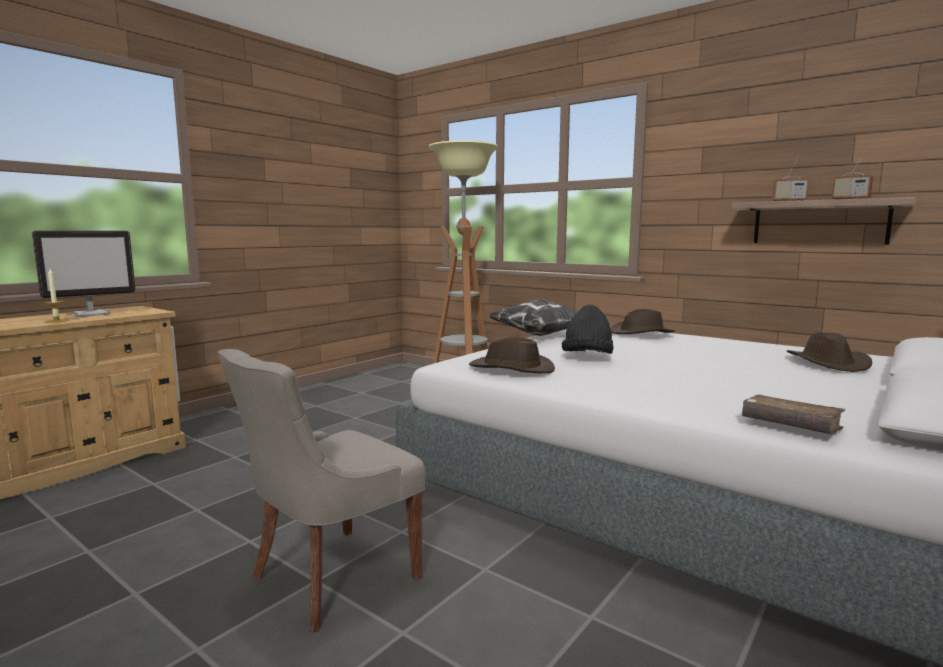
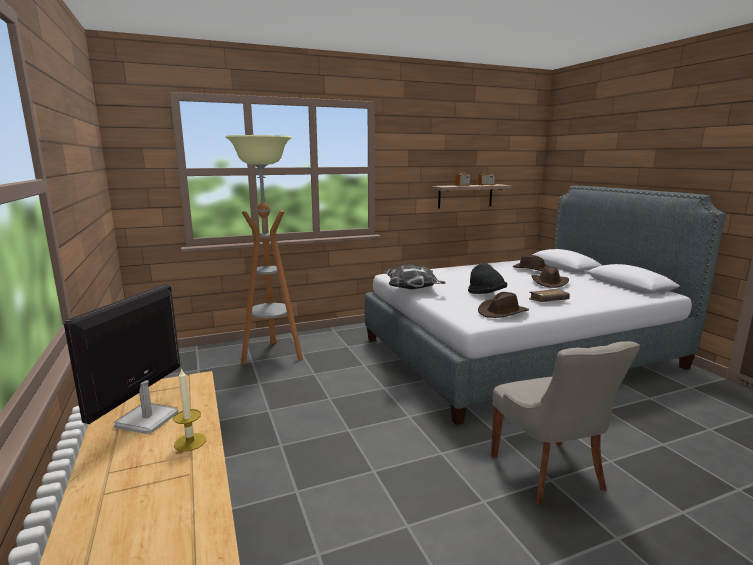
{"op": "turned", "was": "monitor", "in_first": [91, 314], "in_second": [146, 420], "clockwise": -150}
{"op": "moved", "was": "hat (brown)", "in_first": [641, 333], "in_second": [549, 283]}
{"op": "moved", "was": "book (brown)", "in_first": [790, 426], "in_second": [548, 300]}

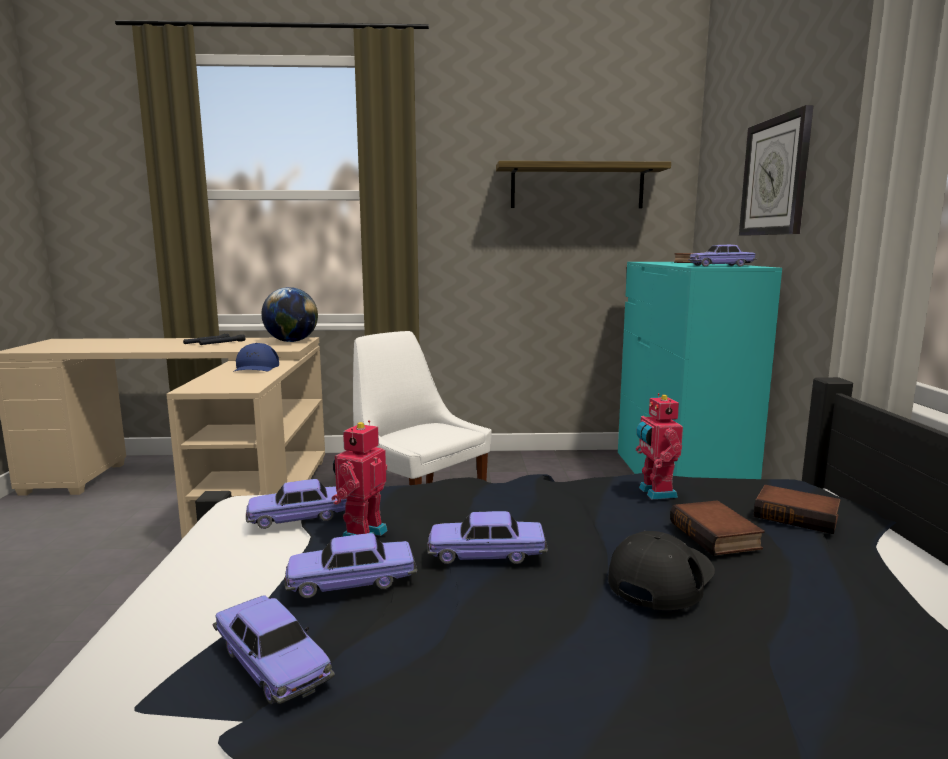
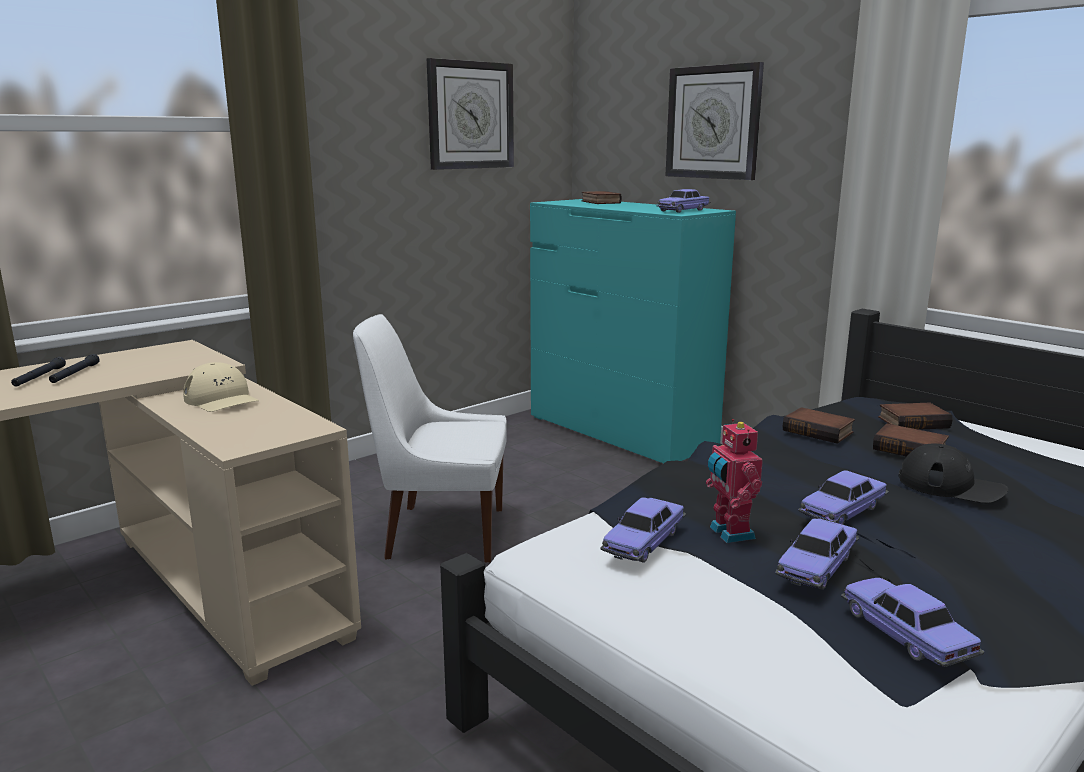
{"op": "turned", "was": "toy car", "in_first": [272, 663], "in_second": [905, 634], "clockwise": -120}
{"op": "recoloured", "was": "cap (blue)", "now": "cap (beige)", "in_first": [256, 368], "in_second": [222, 400]}
{"op": "removed", "was": "globe", "in_first": [291, 341]}
{"op": "replaced", "was": "shelf", "now": "wall clock", "in_first": [577, 187], "in_second": [470, 115]}
{"op": "turned", "was": "cap (black)", "in_first": [662, 578], "in_second": [951, 486], "clockwise": 120}
{"op": "replaced", "was": "toy robot", "now": "book", "in_first": [655, 492], "in_second": [819, 431]}

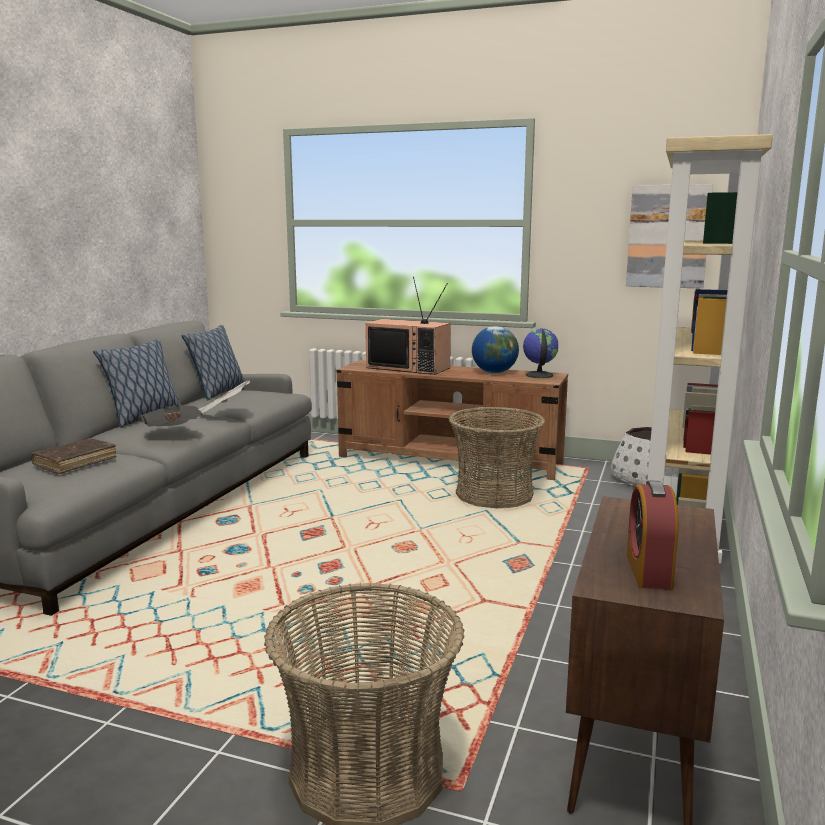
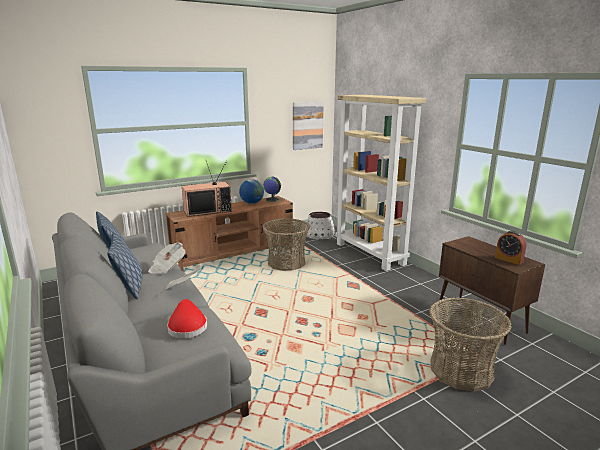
{"op": "replaced", "was": "book (brown)", "now": "hat (red)", "in_first": [75, 463], "in_second": [187, 326]}

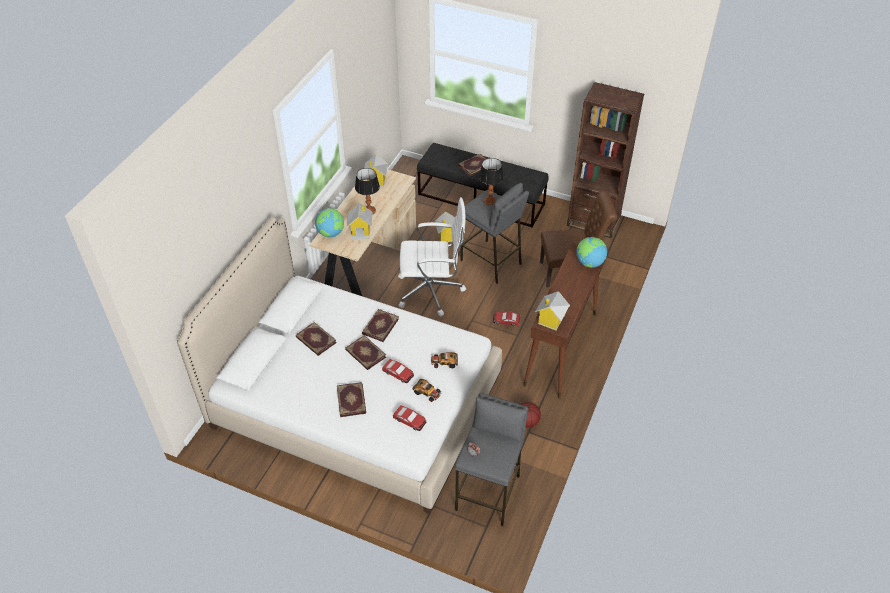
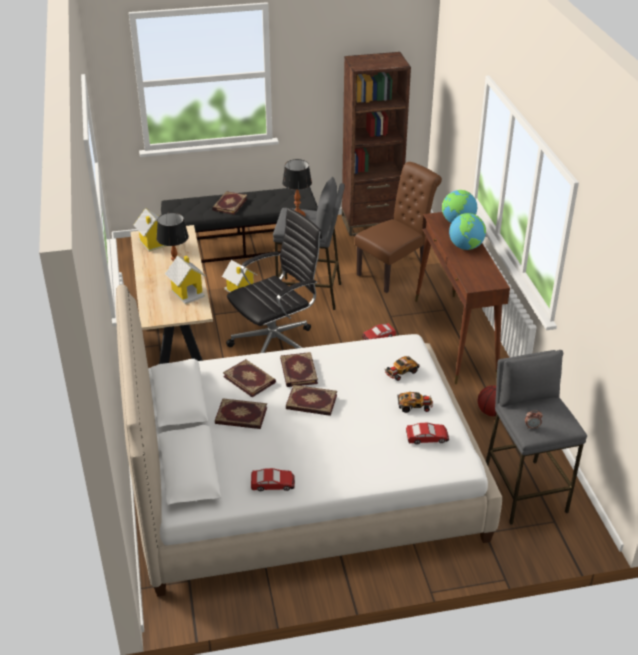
{"op": "moved", "was": "globe", "in_first": [331, 233], "in_second": [466, 247]}
{"op": "moved", "was": "book", "in_first": [352, 400], "in_second": [250, 379]}
{"op": "moved", "was": "toy car", "in_first": [398, 373], "in_second": [273, 484]}
{"op": "recoloured", "was": "office chair (white)", "now": "office chair (black)", "in_first": [432, 291], "in_second": [276, 344]}
{"op": "removed", "was": "toy house", "in_first": [550, 320]}

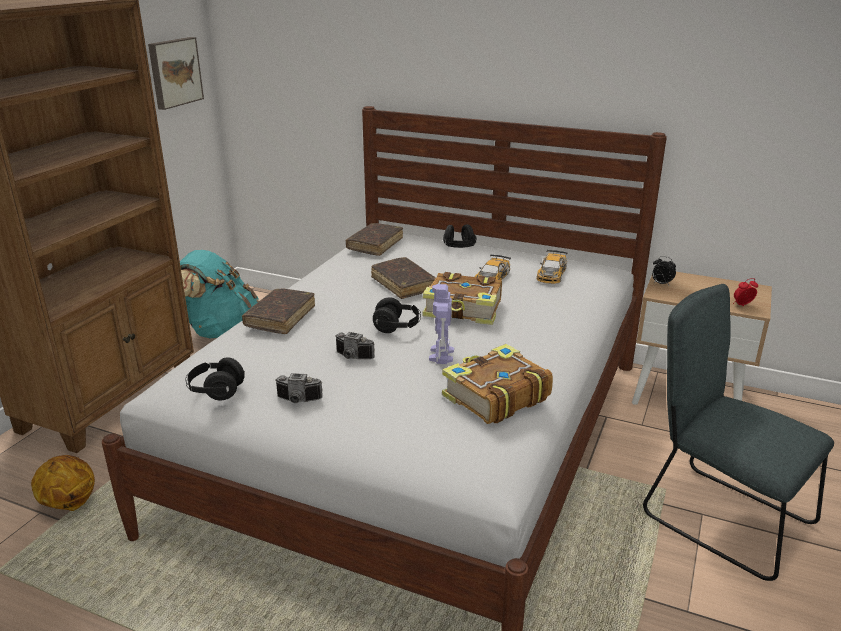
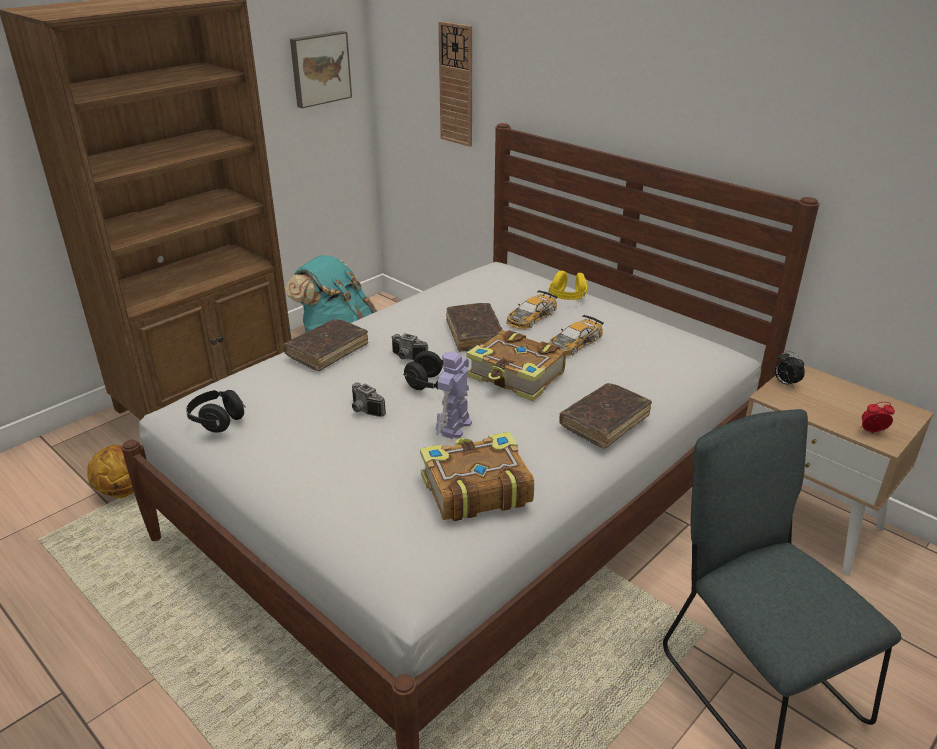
{"op": "moved", "was": "photo camera", "in_first": [298, 401], "in_second": [407, 358]}
{"op": "moved", "was": "book (brown)", "in_first": [375, 245], "in_second": [604, 422]}
{"op": "recoloured", "was": "headphones (black)", "now": "headphones (yellow)", "in_first": [459, 248], "in_second": [567, 298]}
{"op": "moved", "was": "toy car", "in_first": [551, 273], "in_second": [531, 317]}
{"op": "added", "now": "wall clock", "in_second": [456, 84]}

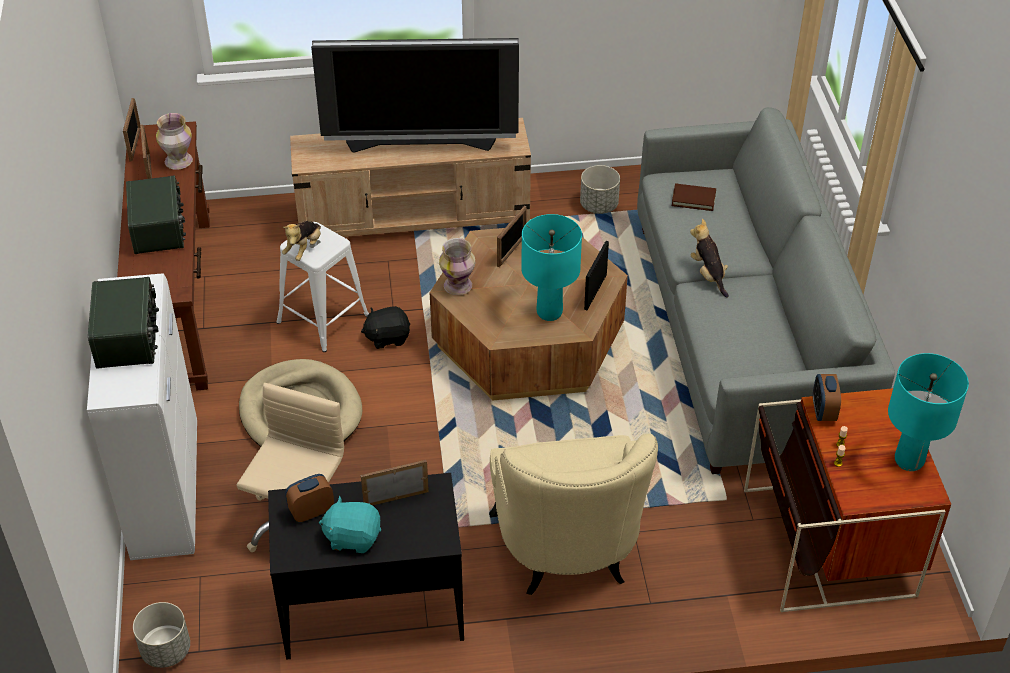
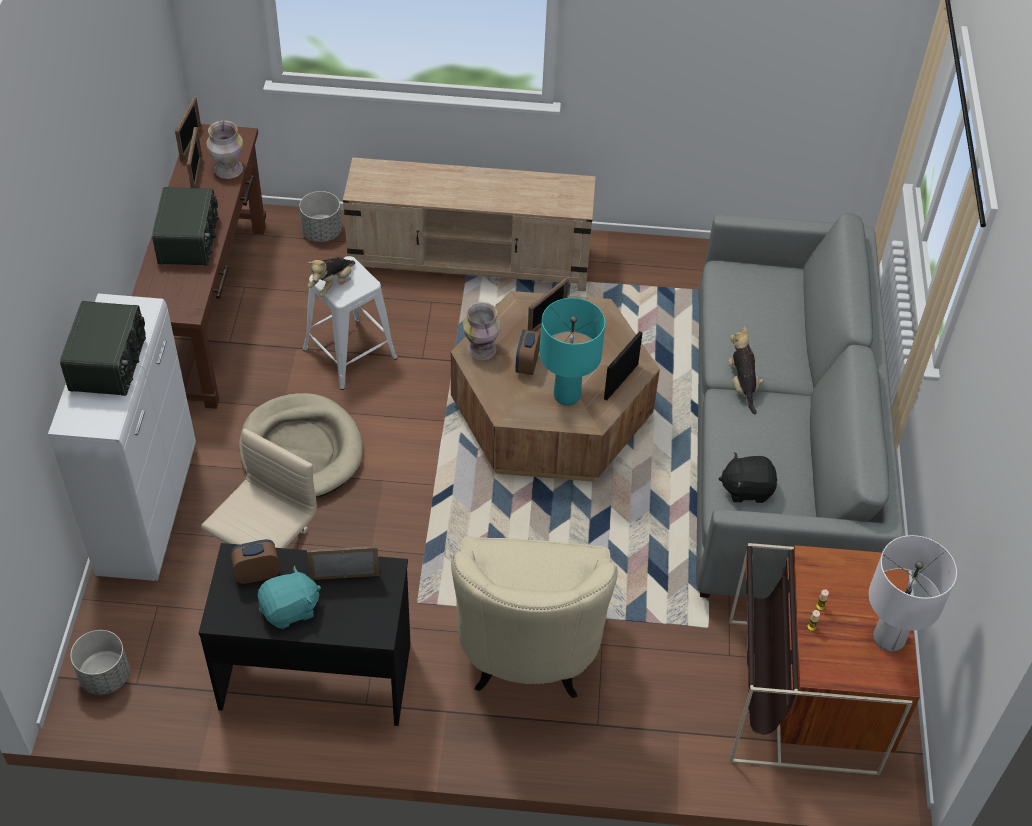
{"op": "removed", "was": "television", "in_first": [421, 143]}
{"op": "turned", "was": "plush toy (turquoise)", "in_first": [352, 537], "in_second": [290, 610], "clockwise": 135}
{"op": "moved", "was": "plush toy (black)", "in_first": [387, 337], "in_second": [747, 489]}
{"op": "moved", "was": "planter (grey)", "in_first": [599, 205], "in_second": [322, 232]}
{"op": "removed", "was": "book (brown)", "in_first": [693, 199]}
{"op": "moved", "was": "alarm clock", "in_first": [823, 411], "in_second": [527, 365]}
{"op": "recoloured", "was": "table lamp (turquoise)", "now": "table lamp (white)", "in_first": [908, 460], "in_second": [888, 638]}

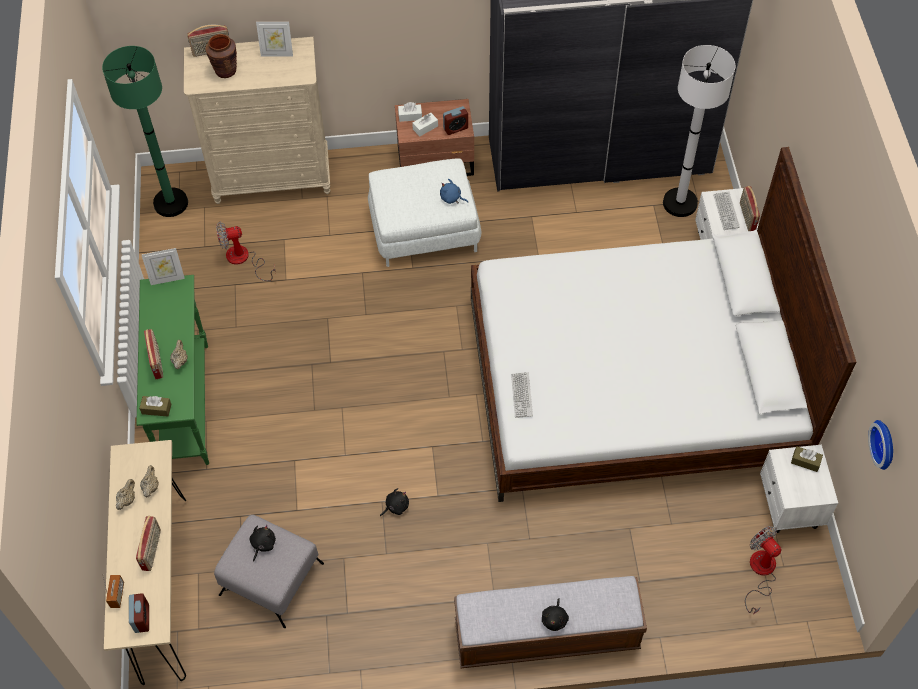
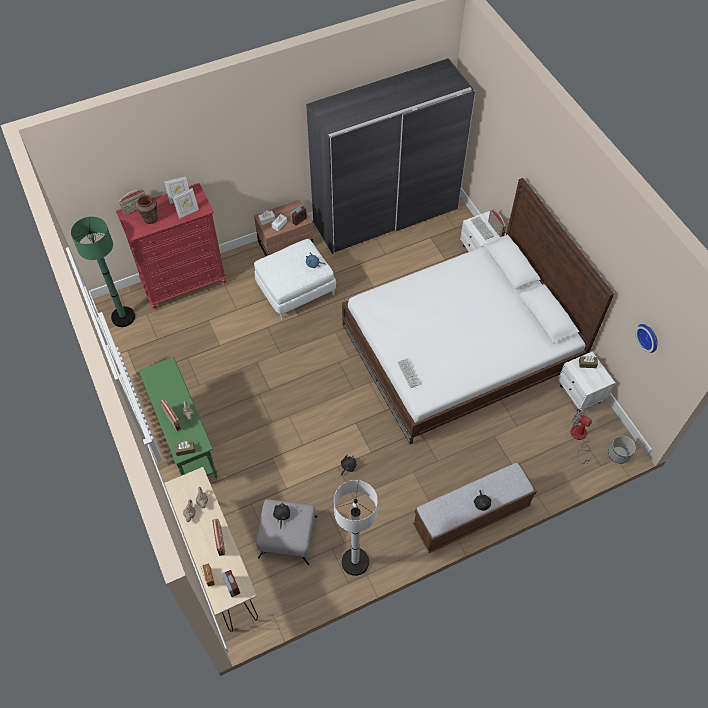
{"op": "moved", "was": "picture frame", "in_first": [167, 279], "in_second": [188, 212]}
{"op": "recoloured", "was": "dresser (beige)", "now": "dresser (red)", "in_first": [272, 178], "in_second": [184, 283]}
{"op": "removed", "was": "fan", "in_first": [243, 259]}
{"op": "moved", "was": "floor lamp (white)", "in_first": [680, 203], "in_second": [355, 562]}
{"op": "added", "now": "planter", "in_second": [618, 454]}

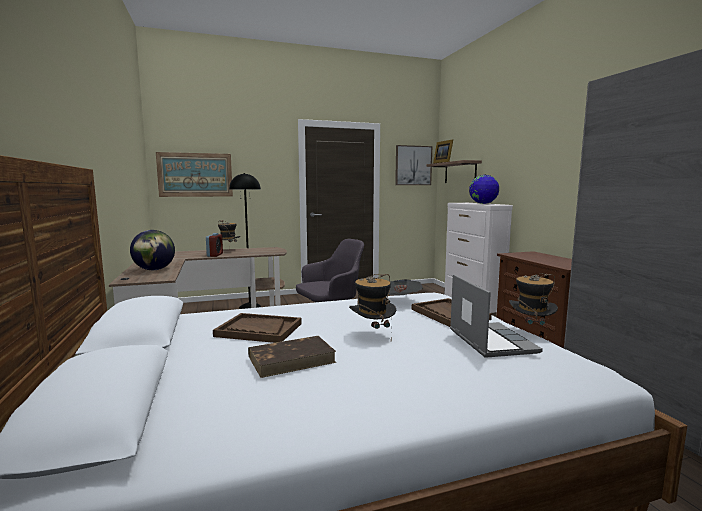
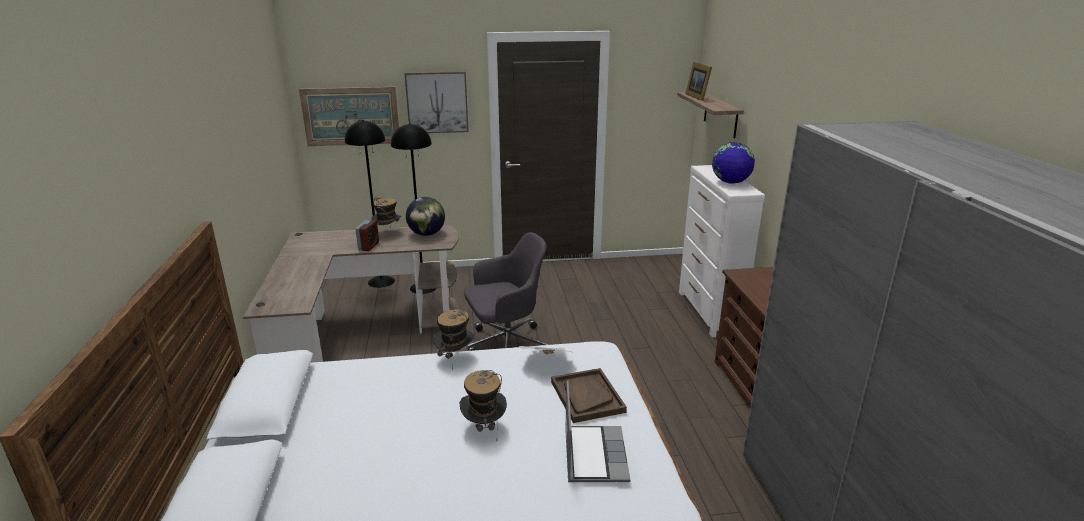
{"op": "moved", "was": "globe", "in_first": [154, 270], "in_second": [426, 234]}
{"op": "removed", "was": "tray (brown)", "in_first": [259, 330]}
{"op": "removed", "was": "book (brown)", "in_first": [292, 359]}
{"op": "moved", "was": "picture", "in_first": [413, 165], "in_second": [437, 102]}
{"op": "moved", "was": "hat", "in_first": [530, 331], "in_second": [455, 358]}
{"op": "added", "now": "floor lamp (black)", "in_second": [381, 281]}

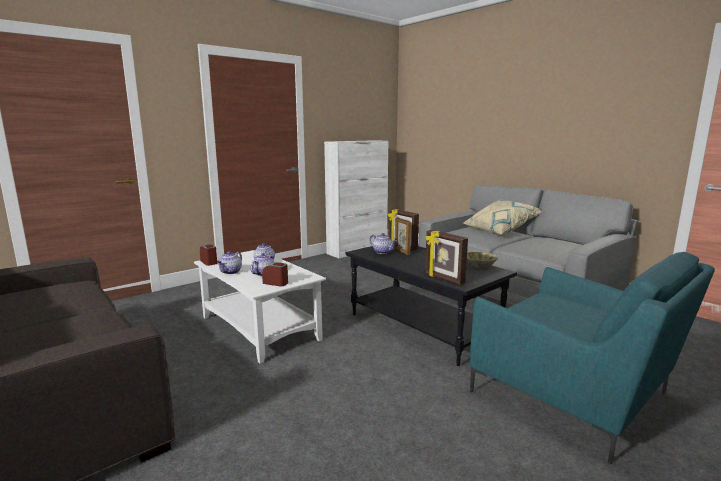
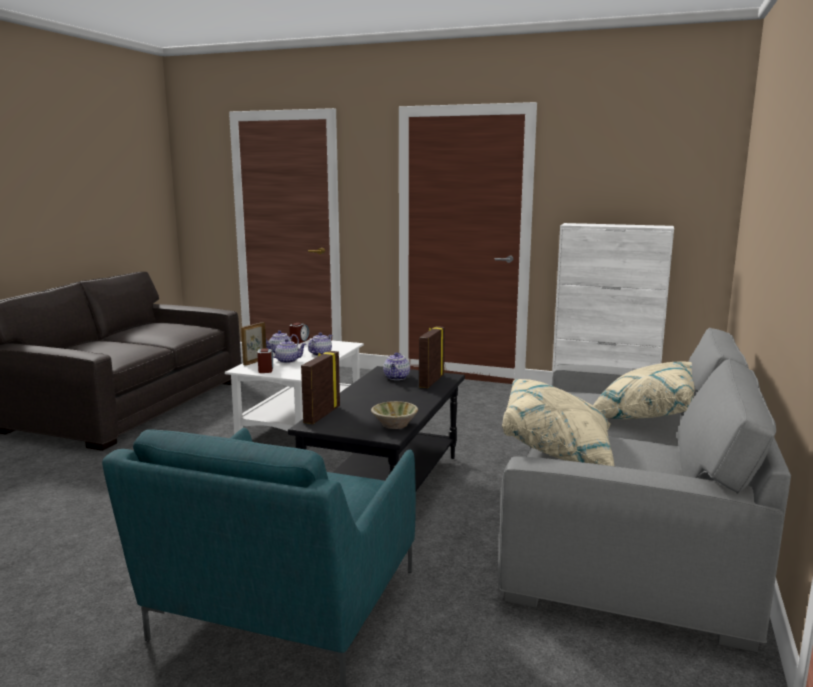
{"op": "moved", "was": "picture frame", "in_first": [401, 252], "in_second": [254, 362]}
{"op": "added", "now": "pillow (beige)", "in_second": [558, 449]}

